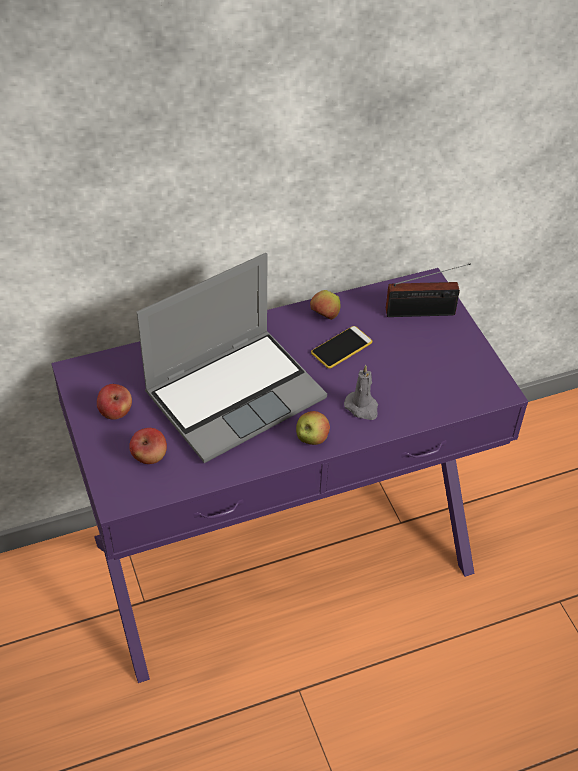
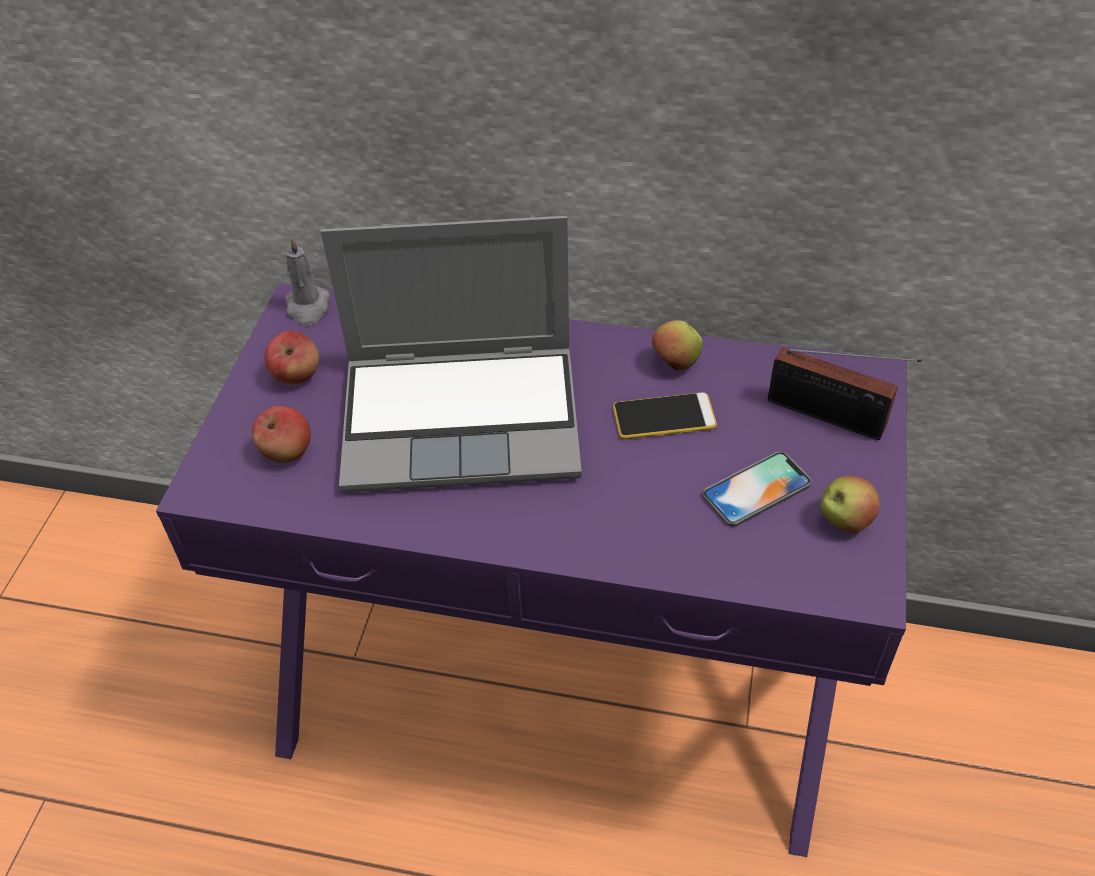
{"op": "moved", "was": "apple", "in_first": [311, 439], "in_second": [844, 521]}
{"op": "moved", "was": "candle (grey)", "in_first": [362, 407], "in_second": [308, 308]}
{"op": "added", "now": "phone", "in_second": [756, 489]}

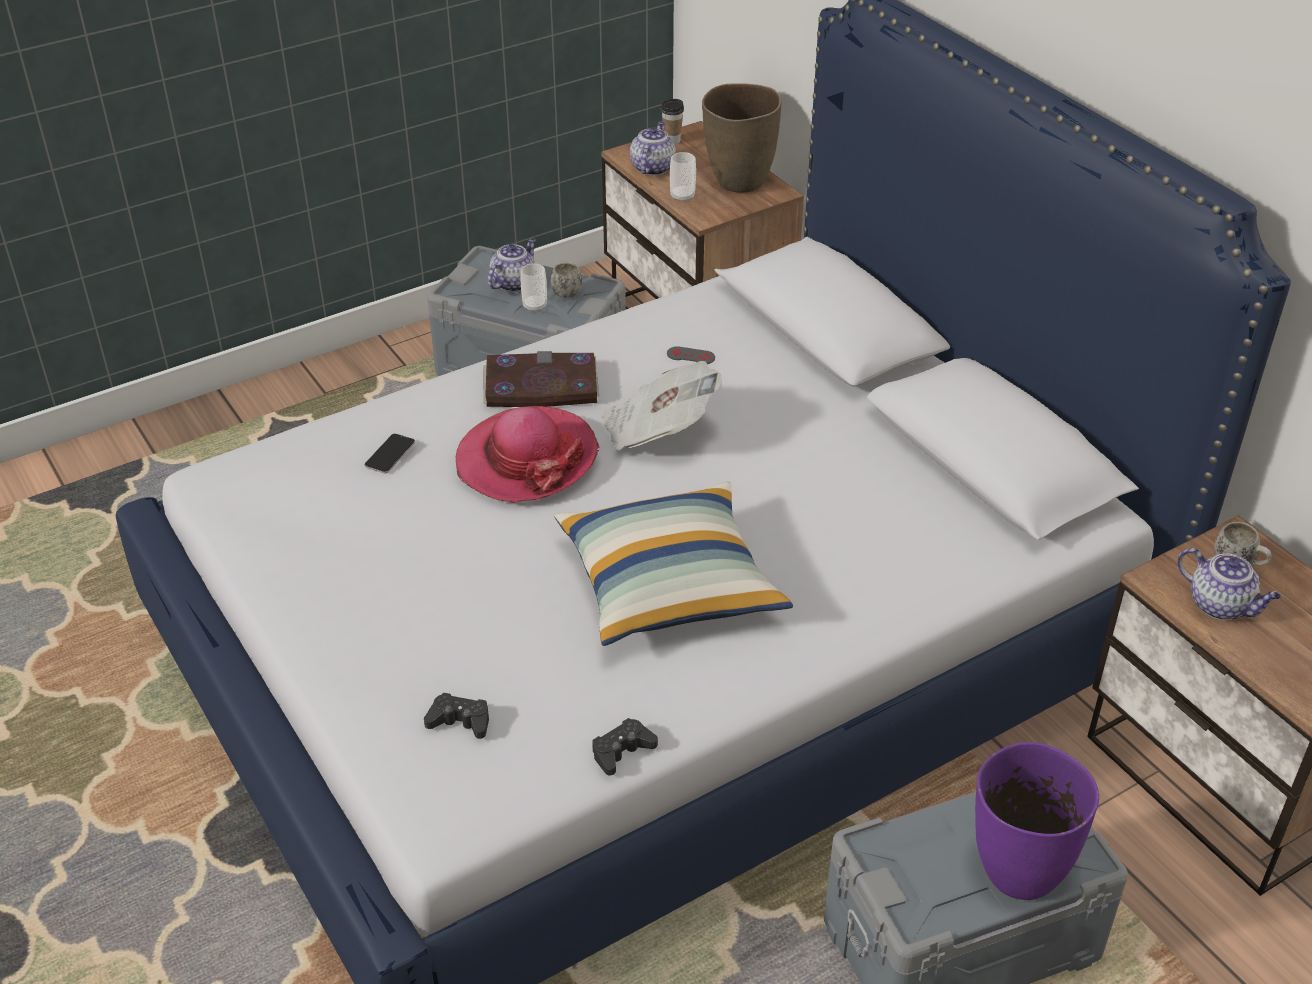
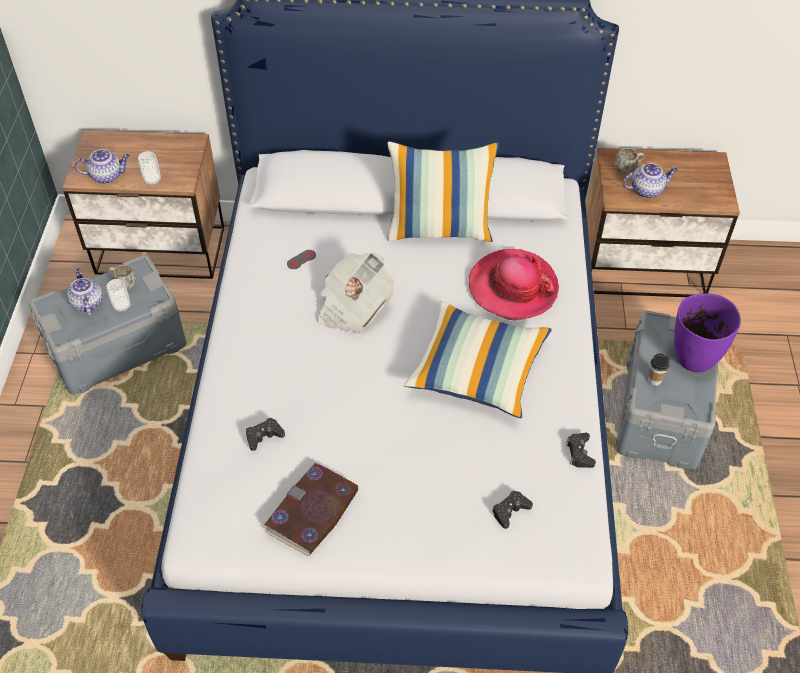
{"op": "replaced", "was": "phone", "now": "game controller (black)", "in_first": [390, 454], "in_second": [264, 436]}
{"op": "moved", "was": "hat", "in_first": [526, 459], "in_second": [513, 287]}
{"op": "moved", "was": "book", "in_first": [540, 386], "in_second": [312, 511]}
{"op": "turned", "was": "teapot", "in_first": [652, 167], "in_second": [107, 176], "clockwise": 120}
{"op": "moved", "was": "cup", "in_first": [672, 140], "in_second": [654, 380]}
{"op": "removed", "was": "vase (brown)", "in_first": [739, 182]}
{"op": "added", "now": "pillow", "in_second": [440, 229]}

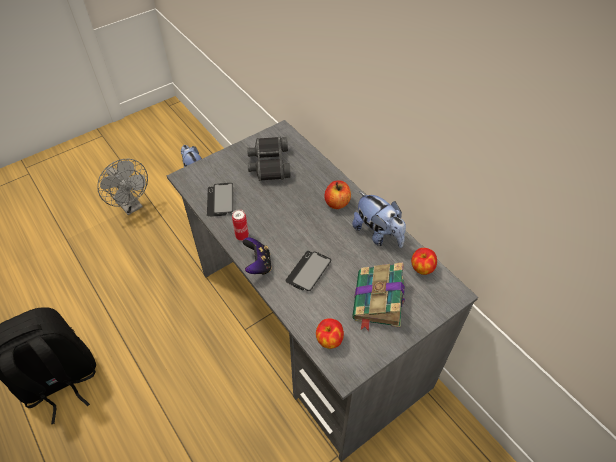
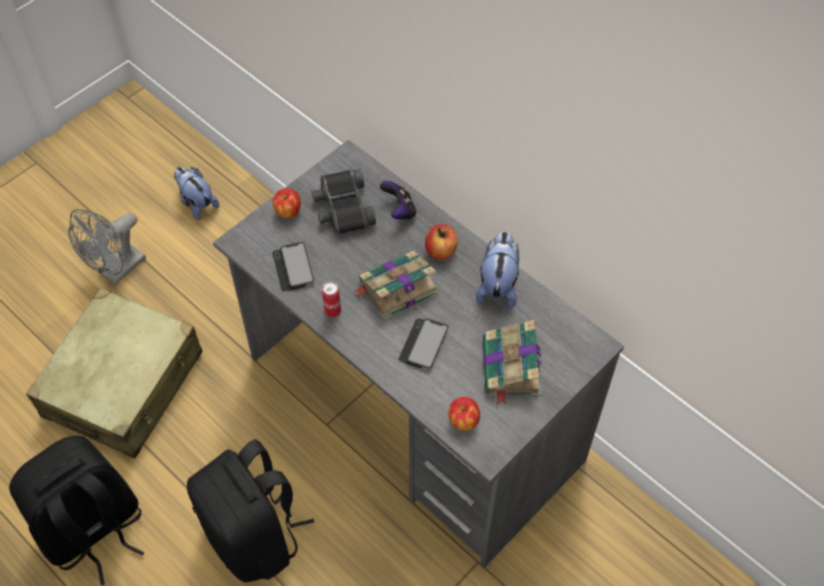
{"op": "turned", "was": "fan (grey)", "in_first": [131, 206], "in_second": [117, 271], "clockwise": 90}
{"op": "moved", "was": "game controller", "in_first": [258, 265], "in_second": [399, 210]}
{"op": "turned", "was": "plush toy", "in_first": [378, 234], "in_second": [498, 285], "clockwise": -120}
{"op": "moved", "was": "apple", "in_first": [421, 268], "in_second": [288, 212]}
{"op": "added", "now": "suitcase (beige)", "in_second": [124, 384]}
{"op": "added", "now": "backpack (black)", "in_second": [255, 536]}
{"op": "added", "now": "book", "in_second": [396, 288]}

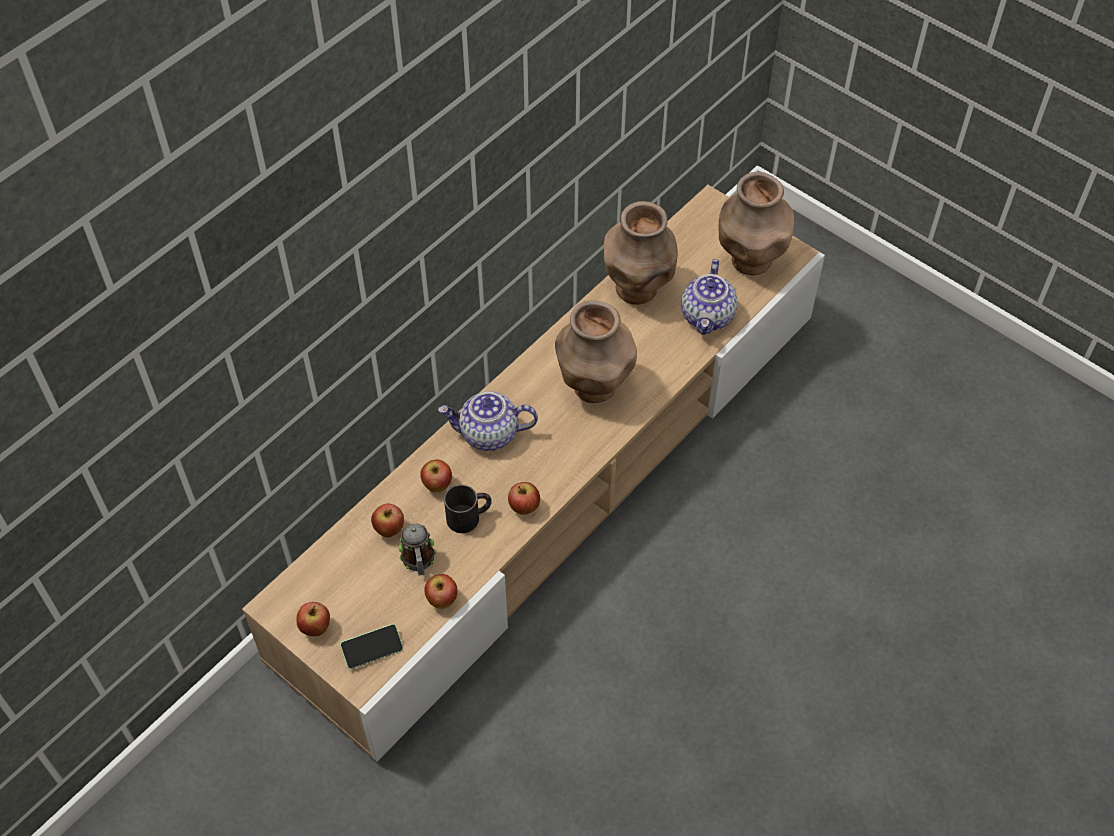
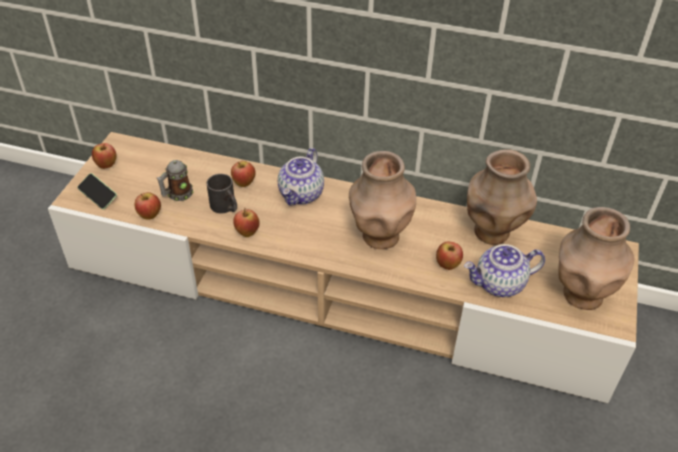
{"op": "moved", "was": "apple", "in_first": [389, 530], "in_second": [447, 265]}
{"op": "turned", "was": "teapot", "in_first": [488, 434], "in_second": [301, 194], "clockwise": -135}

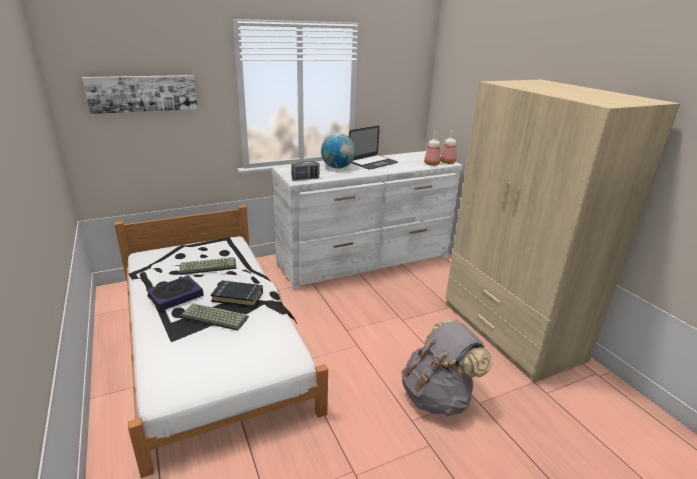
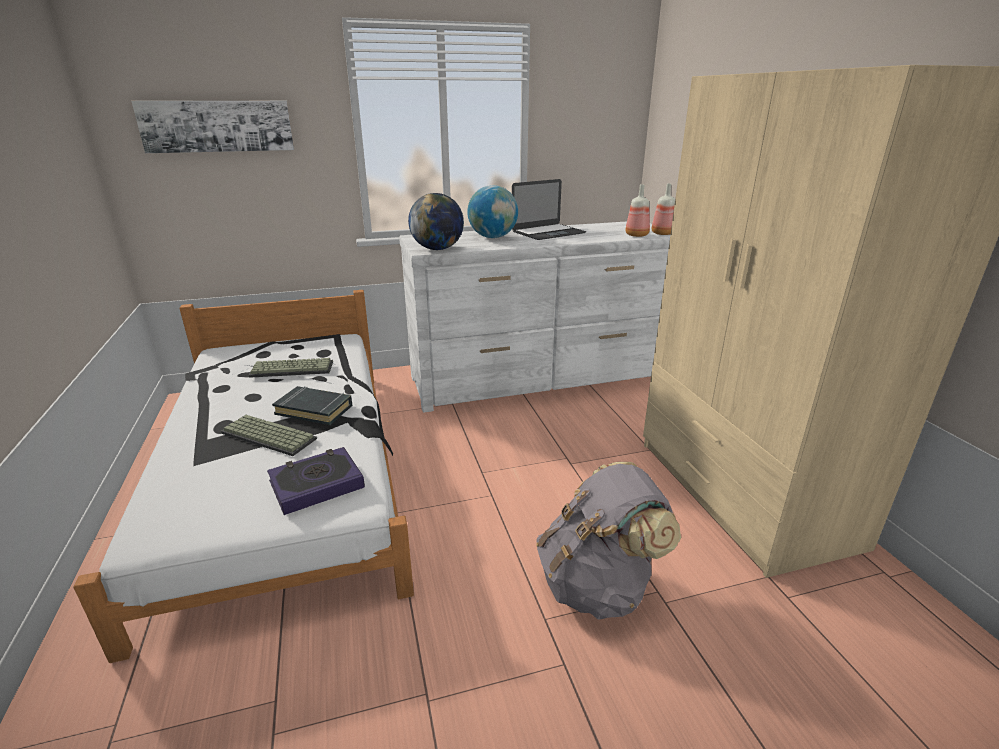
{"op": "moved", "was": "book", "in_first": [175, 296], "in_second": [316, 484]}
{"op": "replaced", "was": "radio", "now": "globe", "in_first": [305, 179], "in_second": [437, 249]}

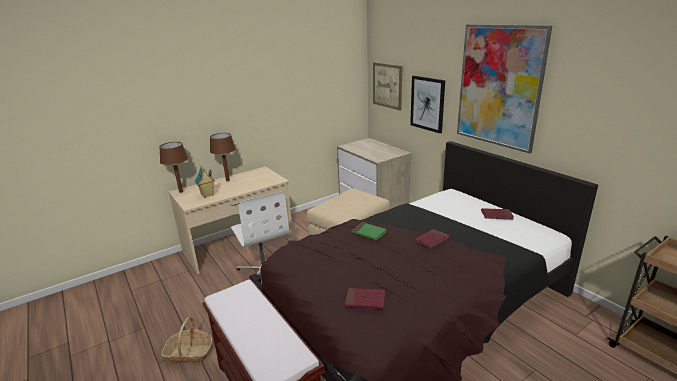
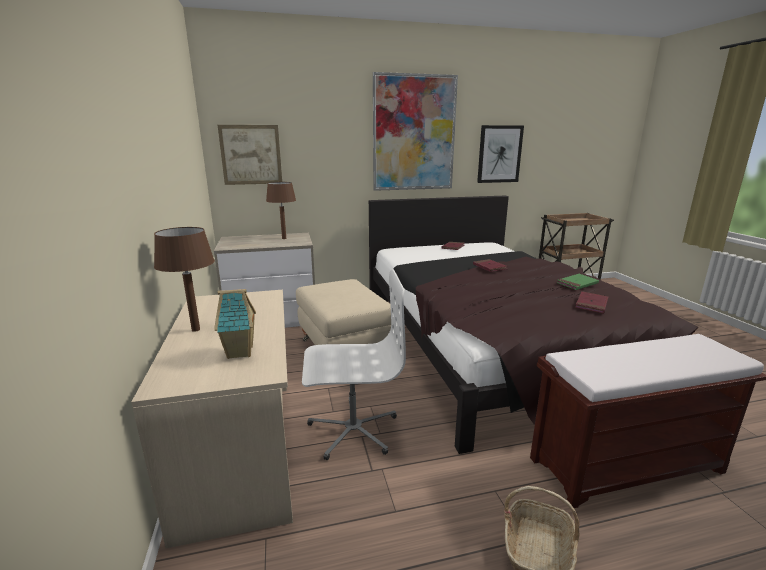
{"op": "moved", "was": "table lamp (brown)", "in_first": [181, 192], "in_second": [284, 238]}
{"op": "moved", "was": "book (green)", "in_first": [369, 233], "in_second": [577, 284]}
{"op": "moved", "was": "picture", "in_first": [427, 103], "in_second": [499, 154]}

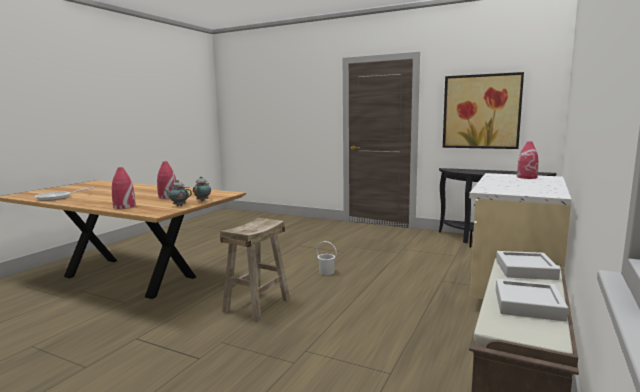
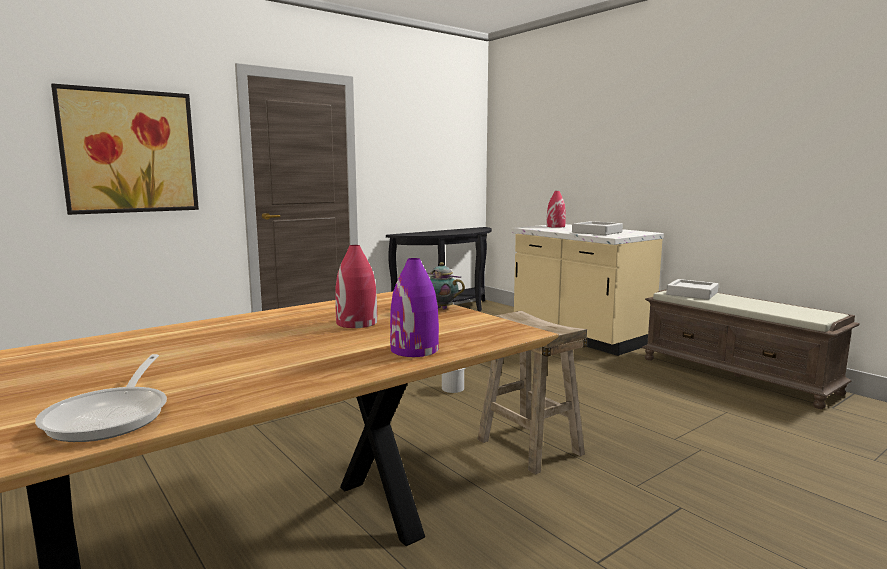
{"op": "recoloured", "was": "vase (red)", "now": "vase (purple)", "in_first": [124, 206], "in_second": [414, 350]}
{"op": "removed", "was": "teapot", "in_first": [179, 206]}
{"op": "moved", "was": "picture", "in_first": [481, 111], "in_second": [130, 151]}
{"op": "moved", "was": "tray (grey)", "in_first": [528, 305], "in_second": [597, 232]}

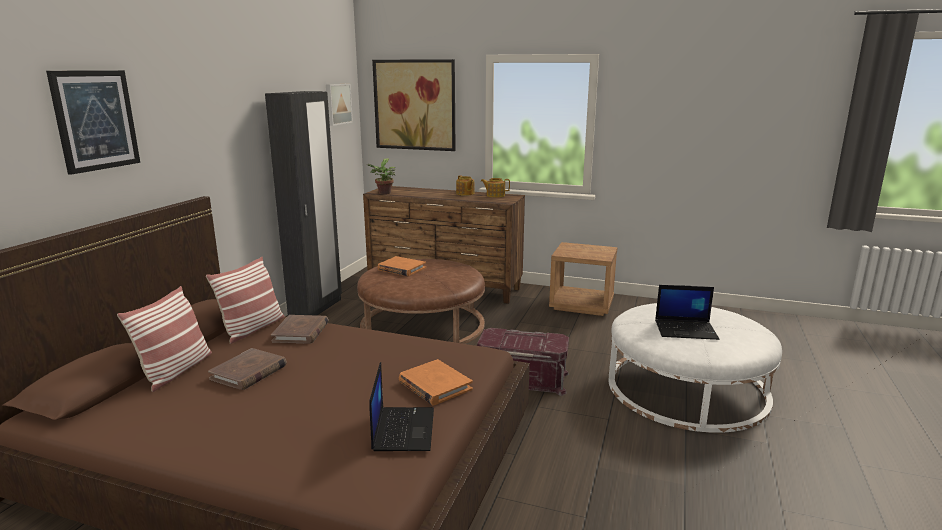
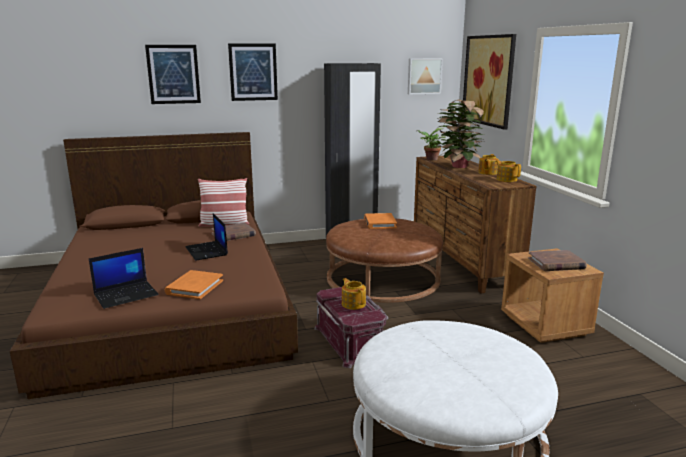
{"op": "removed", "was": "pillow", "in_first": [176, 371]}
{"op": "moved", "was": "book (brown)", "in_first": [249, 372], "in_second": [556, 263]}
{"op": "moved", "was": "laptop", "in_first": [686, 330], "in_second": [207, 251]}
{"op": "added", "now": "picture", "in_second": [253, 72]}
{"op": "added", "now": "teapot", "in_second": [353, 304]}
{"op": "added", "now": "potted plant", "in_second": [457, 166]}

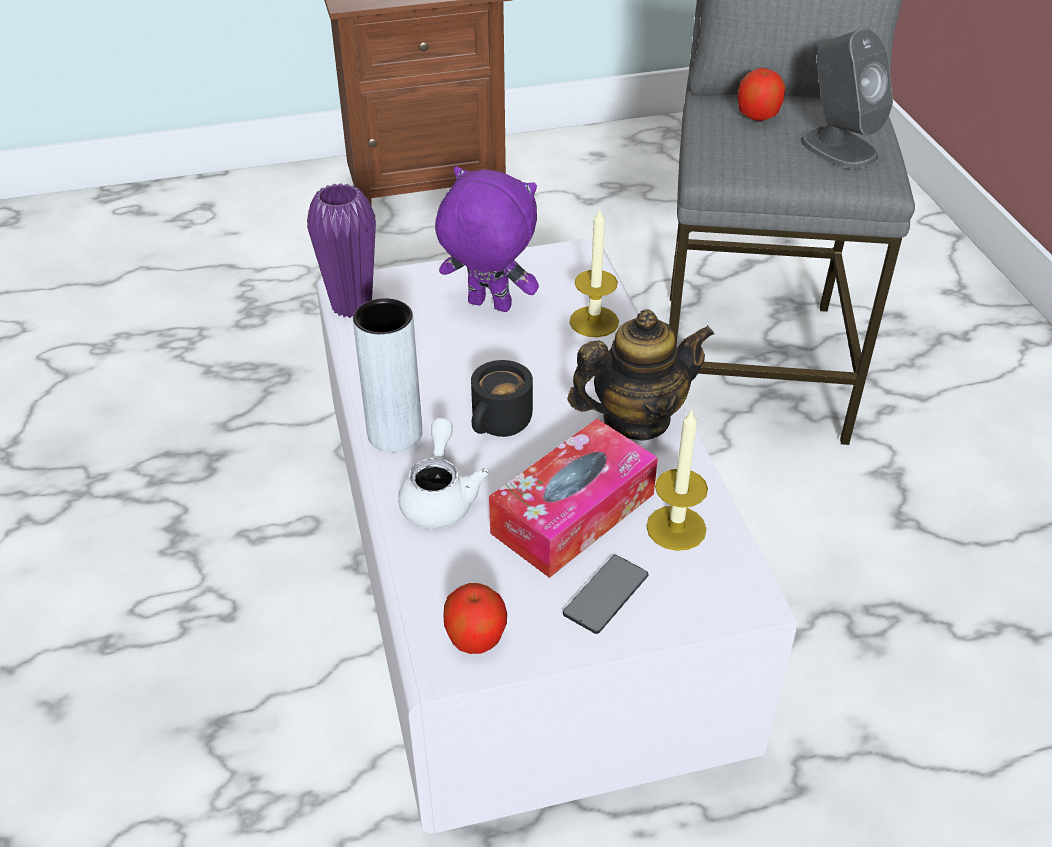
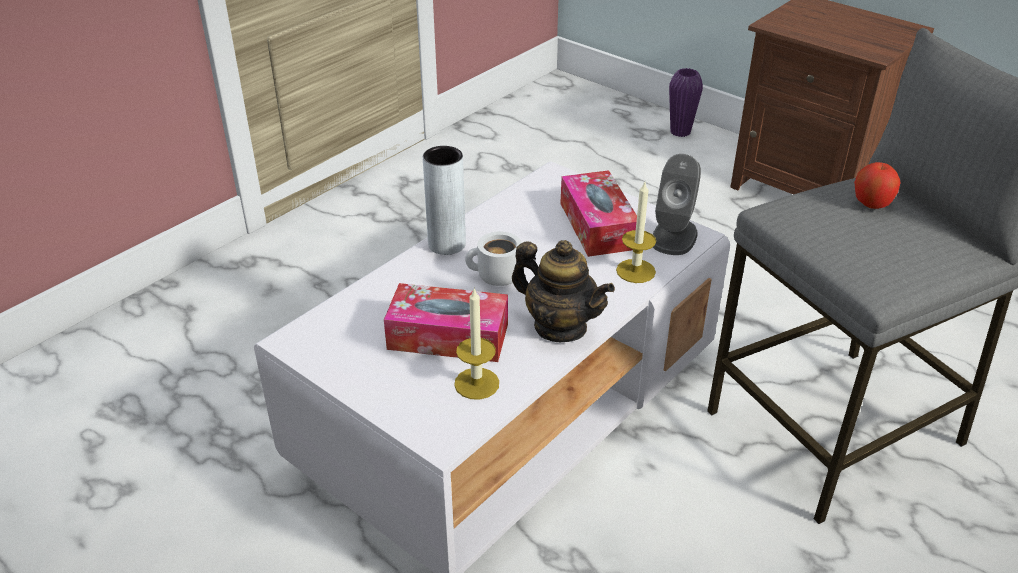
{"op": "moved", "was": "vase (purple)", "in_first": [351, 306], "in_second": [680, 132]}
{"op": "removed", "was": "teapot (white)", "in_first": [440, 496]}
{"op": "replaced", "was": "plush toy (purple)", "now": "tissue box", "in_first": [488, 306], "in_second": [597, 225]}
{"op": "removed", "was": "apple", "in_first": [476, 638]}
{"op": "recoloured", "was": "mug (black)", "now": "mug (white)", "in_first": [501, 425], "in_second": [495, 277]}
{"op": "removed", "was": "phone", "in_first": [605, 595]}
{"op": "moved", "was": "speaker (grey)", "in_first": [838, 147], "in_second": [674, 236]}

